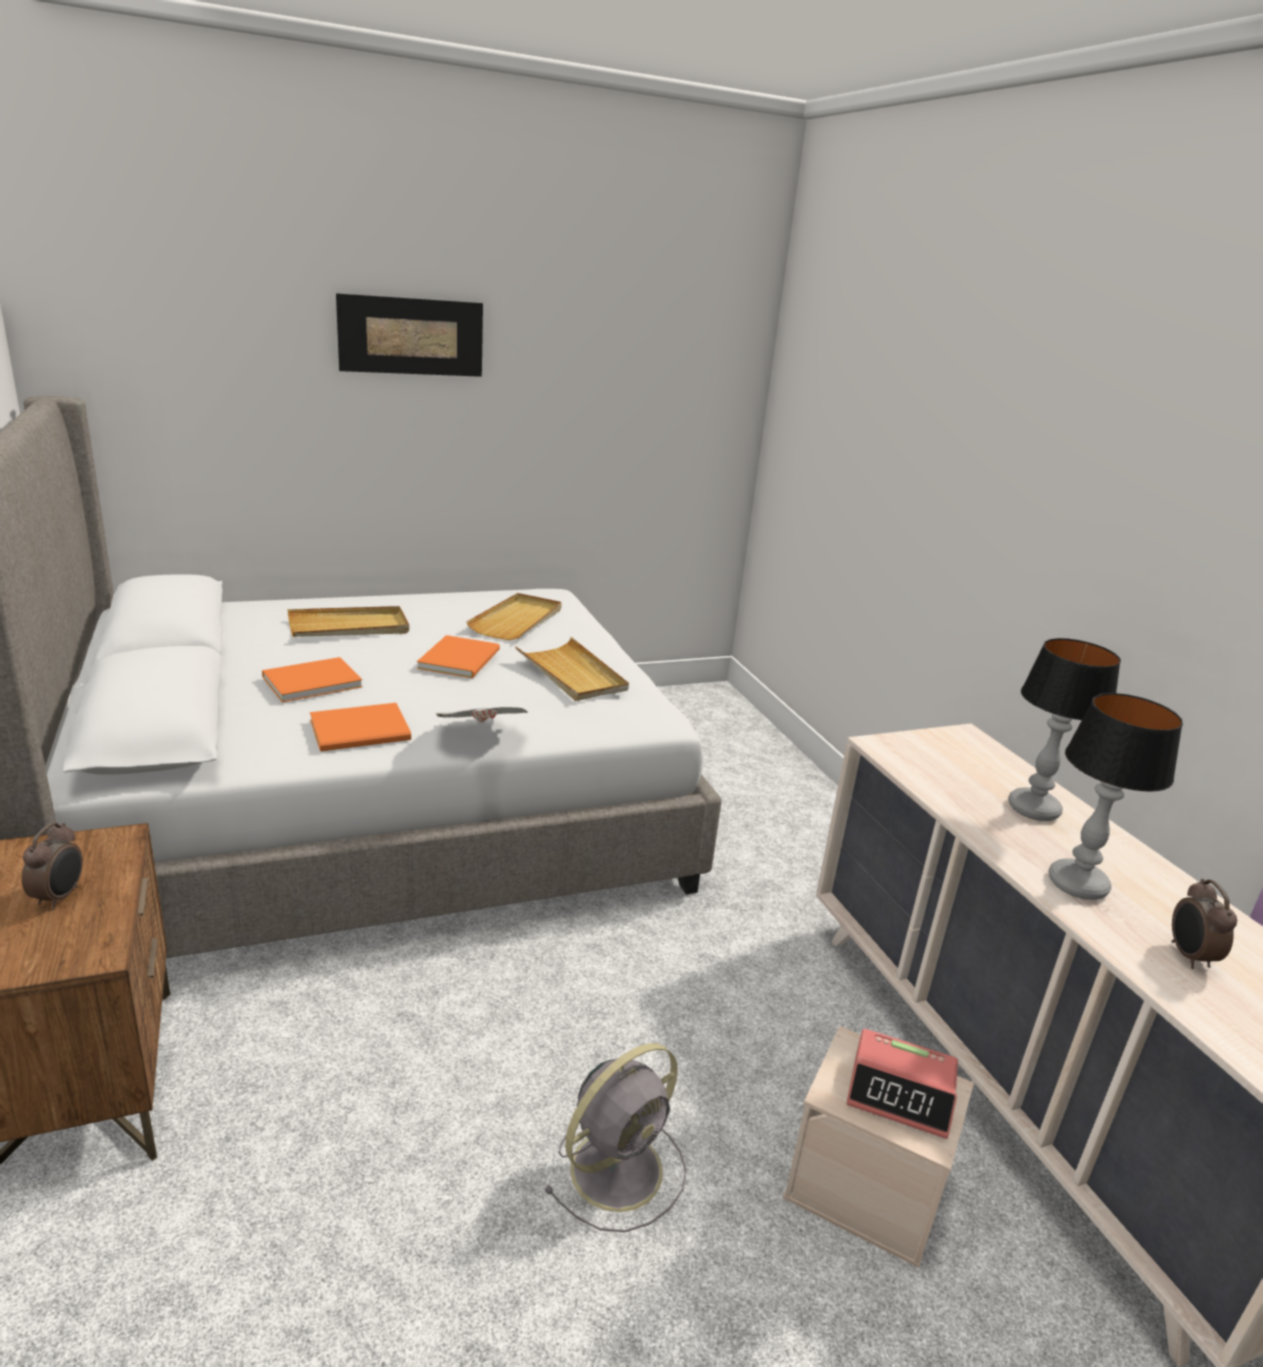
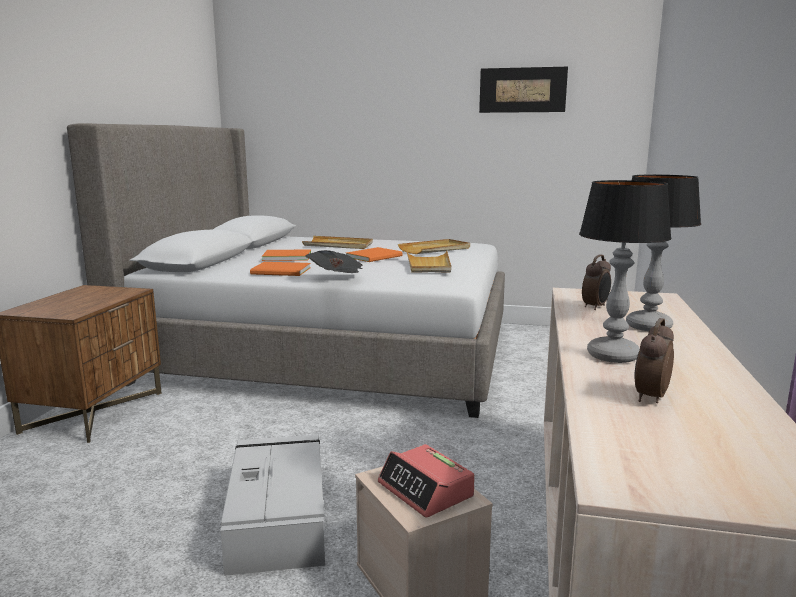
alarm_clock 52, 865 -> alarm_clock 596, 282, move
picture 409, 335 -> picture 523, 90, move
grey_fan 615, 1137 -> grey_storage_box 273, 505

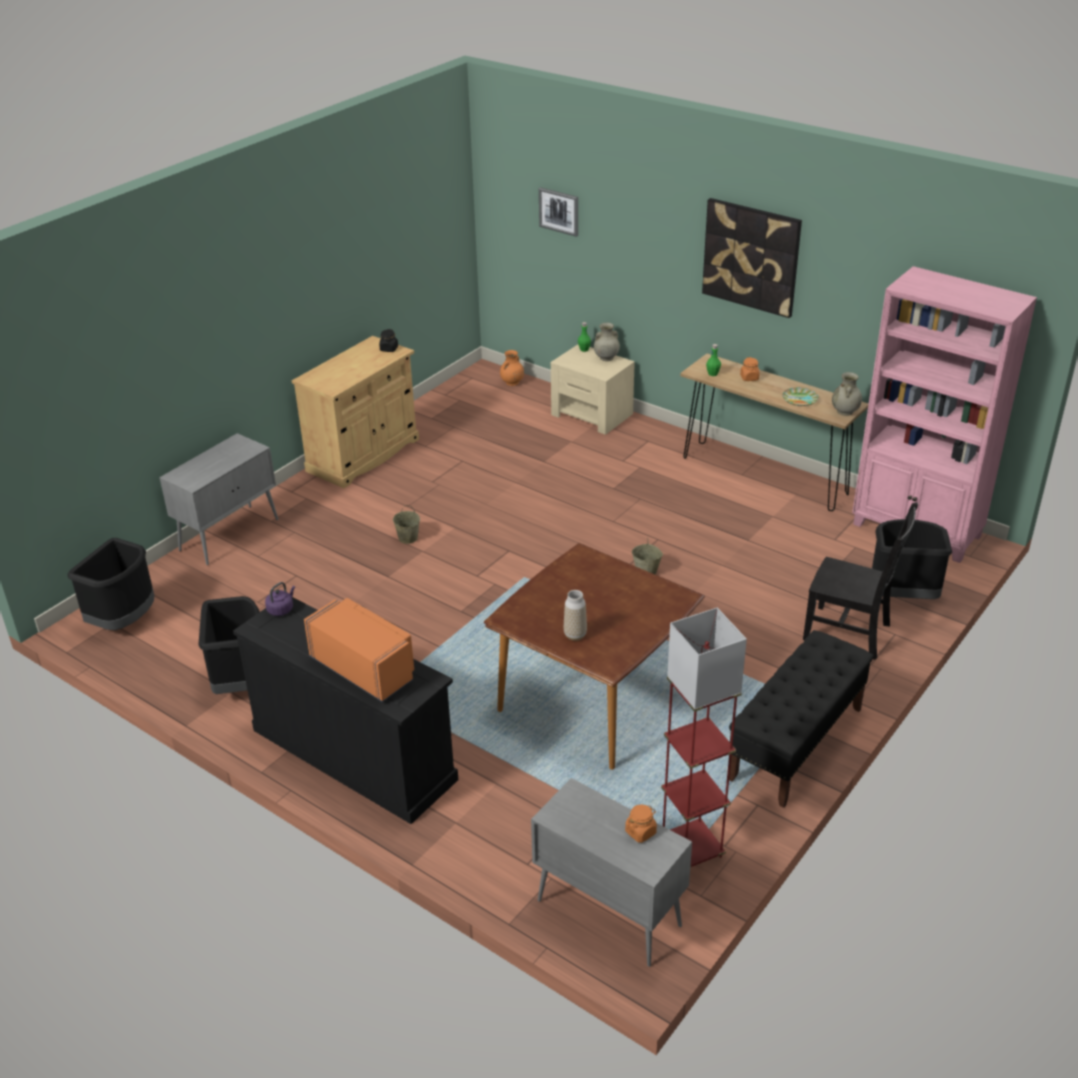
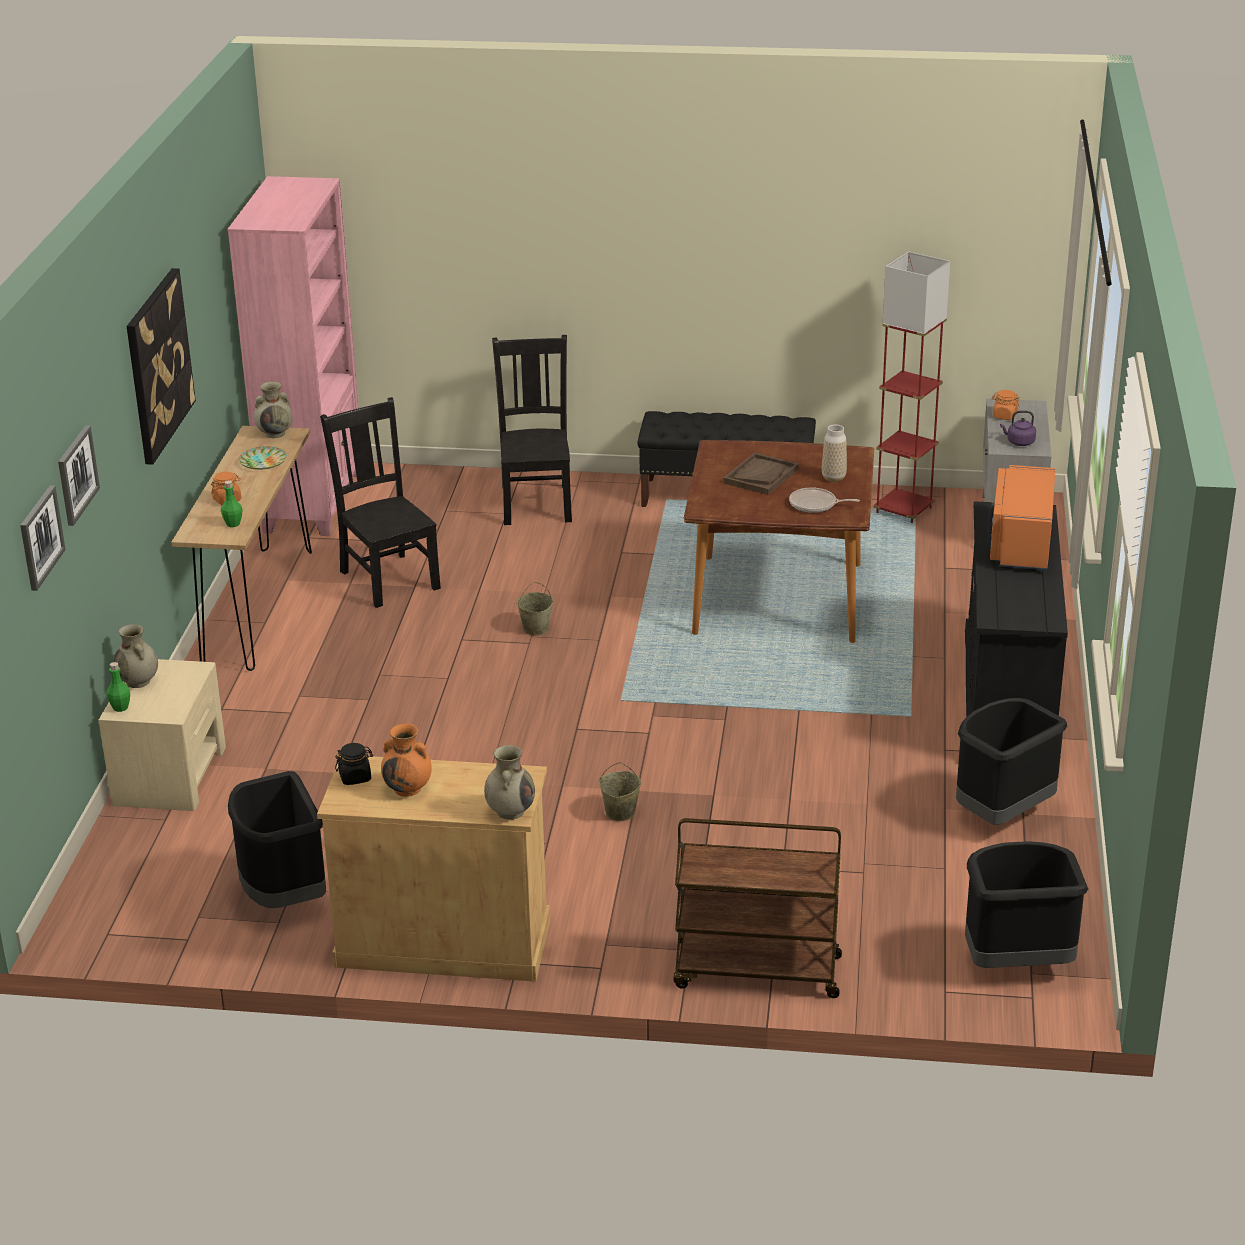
grey_cabinet 219, 499 -> brown_cart 757, 908
purple_kettle 280, 599 -> purple_kettle 1018, 428, move
orange_vase 512, 368 -> orange_vase 406, 760, move
black_trash_can 912, 559 -> black_trash_can 277, 839, move
none -> picture 79, 475
none -> black_chair 380, 502
none -> beige_vase 509, 782
none -> brown_tray 761, 474
none -> frying_pan 824, 500

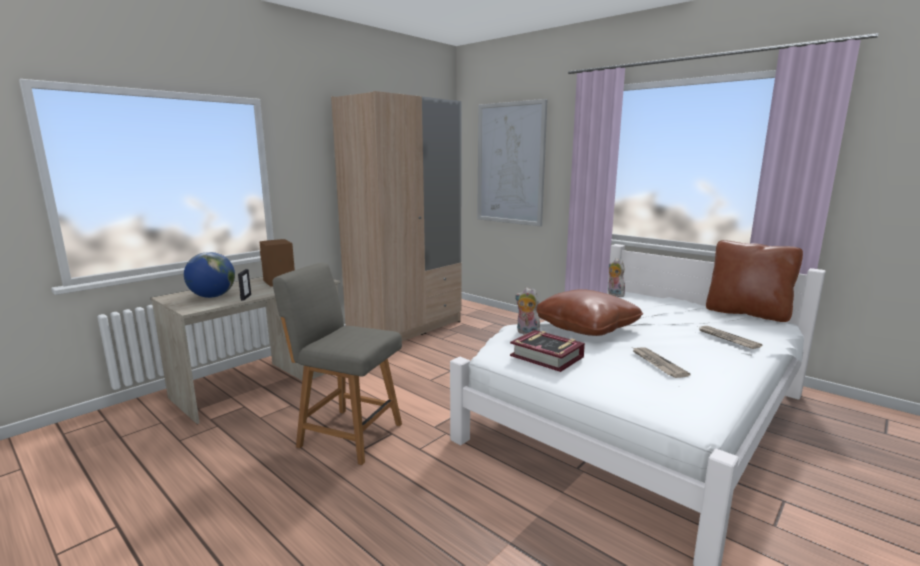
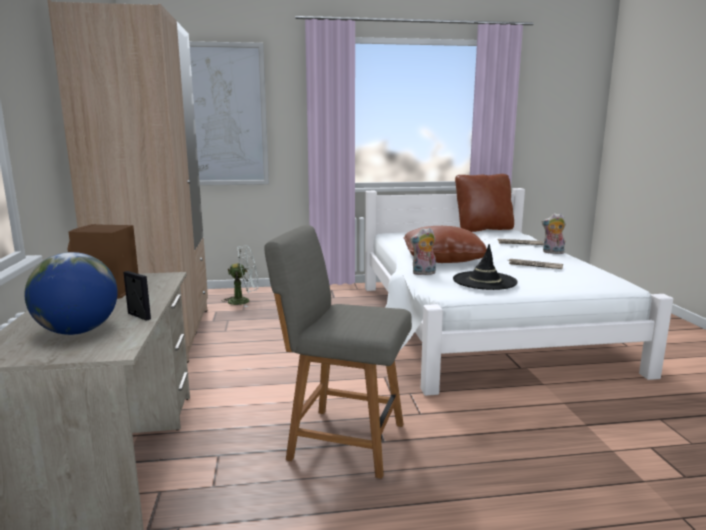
grey_chair 337, 364 -> grey_chair 338, 352, 45 degrees clockwise
book 547, 351 -> black_hat 485, 267
plush_toy 616, 277 -> plush_toy 554, 233, move
none -> white_fan 240, 276

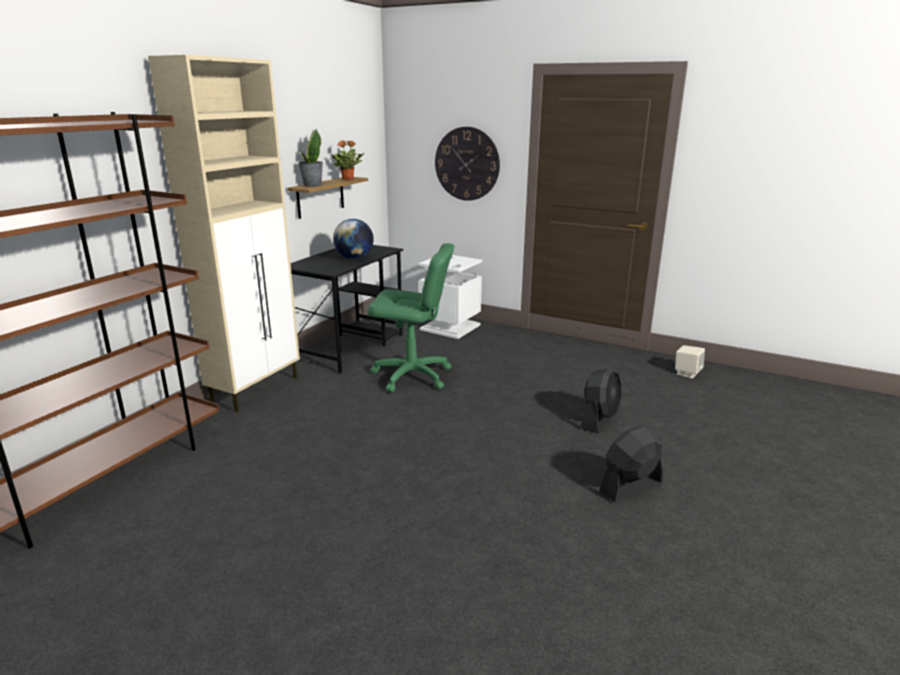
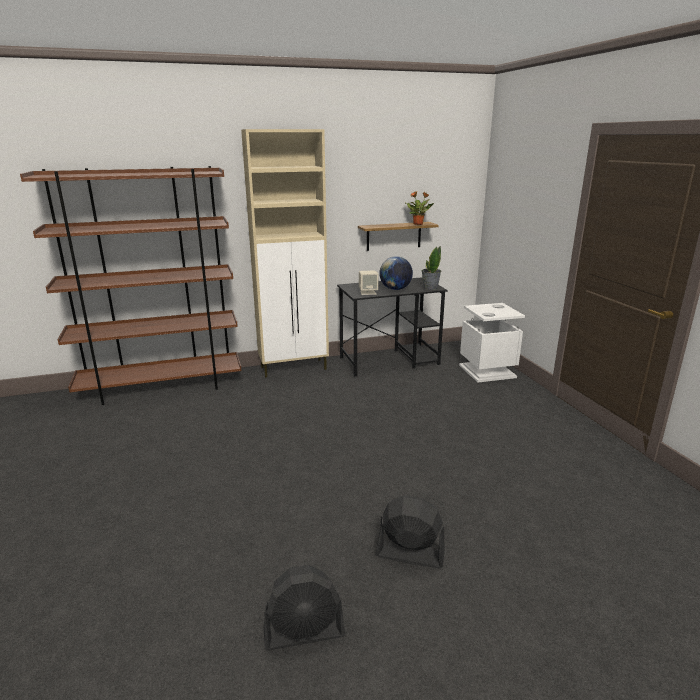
potted_plant 310, 158 -> potted_plant 431, 267, move
green_office_chair 410, 317 -> none
wall_clock 467, 164 -> none
black_fan 600, 400 -> black_fan 304, 608, move
beige_speaker 690, 362 -> beige_speaker 368, 282, move

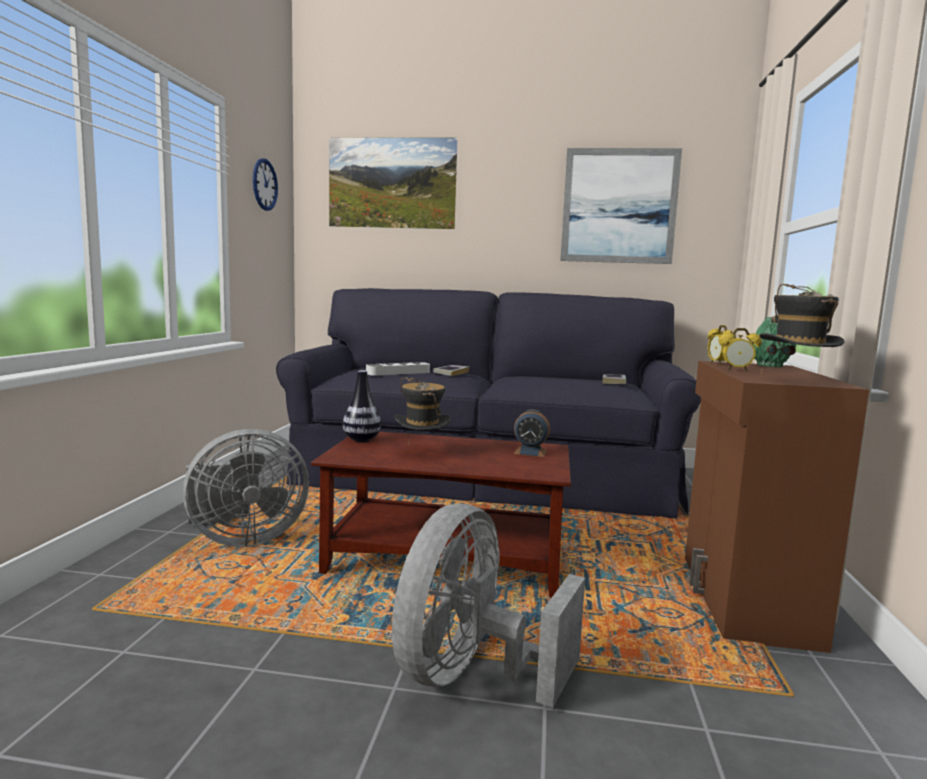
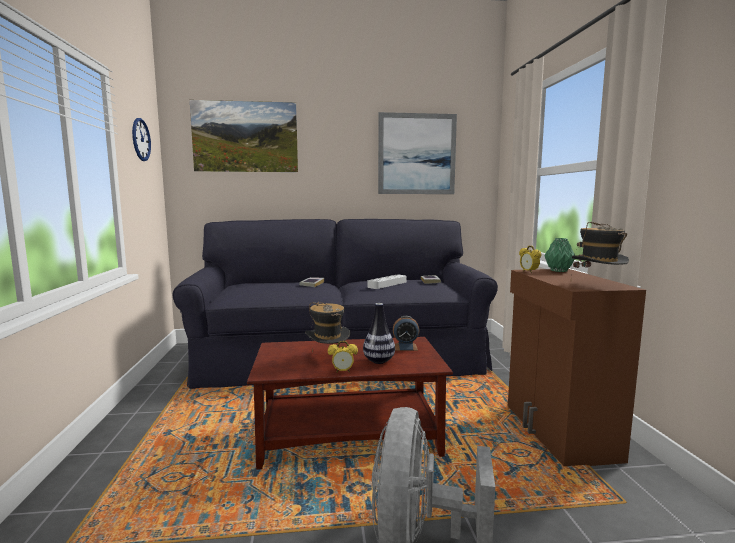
grey_fan 246, 488 -> none
vase 362, 406 -> vase 379, 333, move
grey_tray 398, 369 -> grey_tray 386, 282, move
alarm_clock 740, 349 -> alarm_clock 343, 357, move

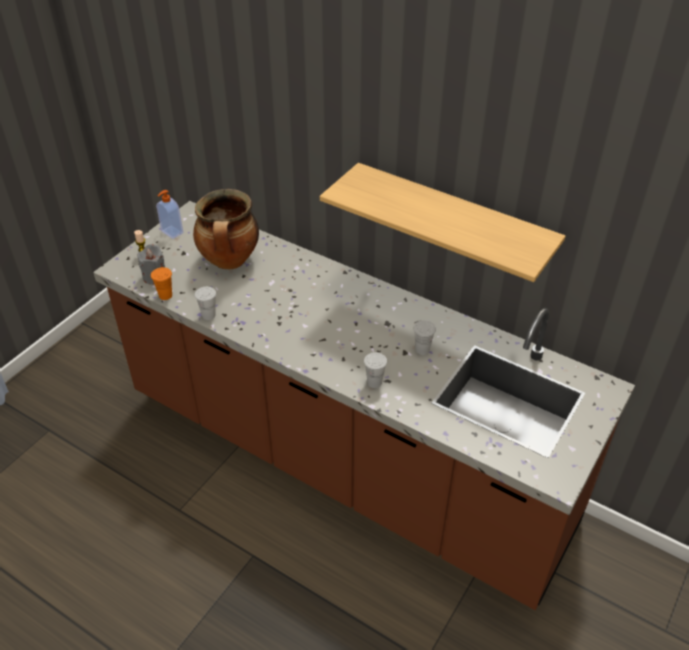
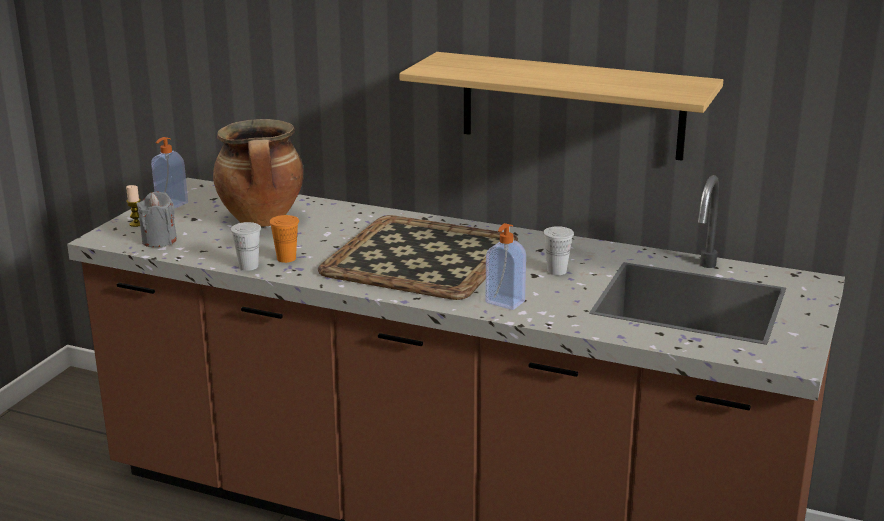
orange_cup 161, 283 -> orange_cup 284, 239, move
white_cup 375, 370 -> soap_dispenser 505, 266
none -> tray 418, 257

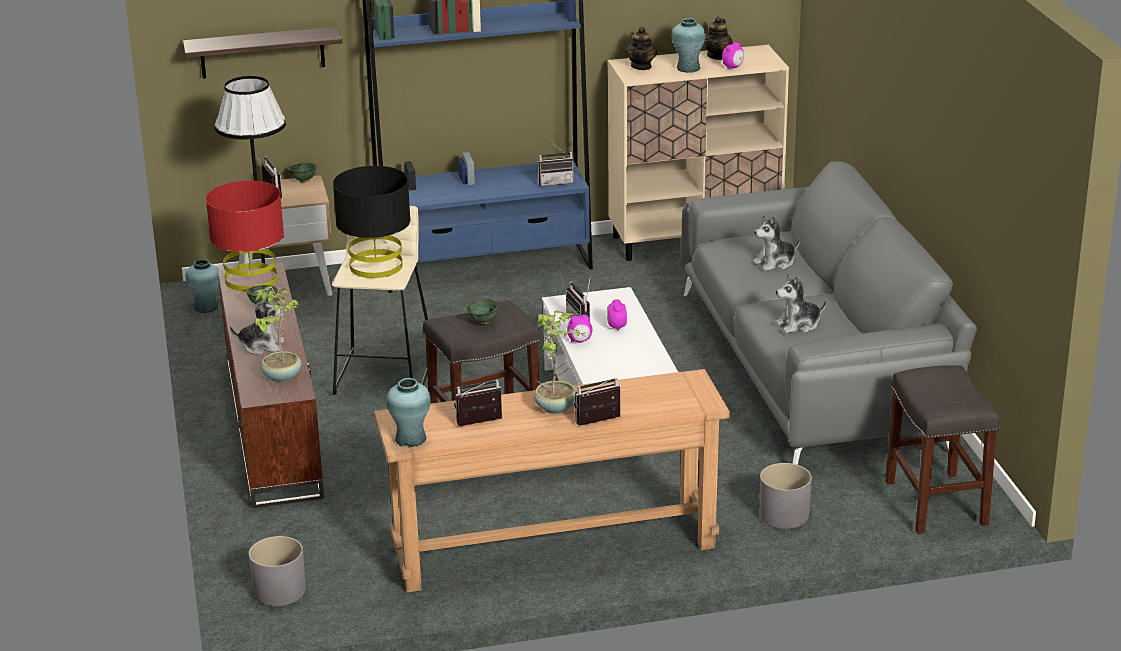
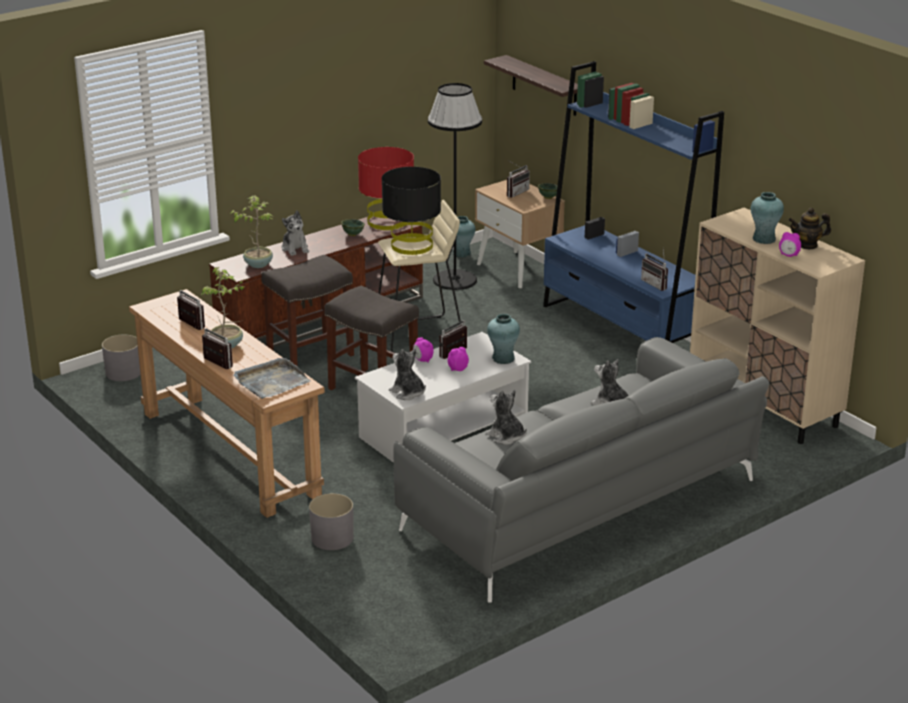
turquoise_vase 408, 412 -> turquoise_vase 503, 339, move
green_bowl 483, 311 -> none
teapot 641, 48 -> none
grey_stool 943, 449 -> grey_stool 307, 311, move
none -> grey_tray 272, 378
none -> plush_toy 407, 374

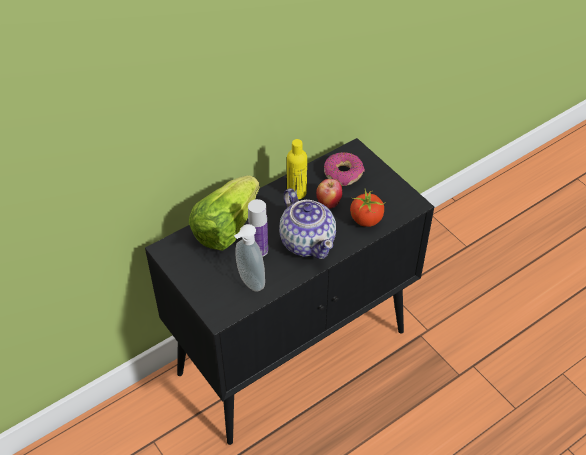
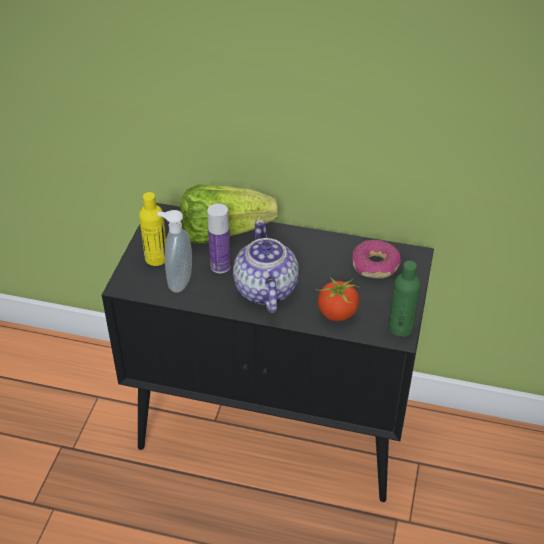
teapot 307, 223 -> teapot 266, 266, 150 degrees clockwise
yellow_bottle 297, 169 -> yellow_bottle 152, 229, move
apple 329, 193 -> none
none -> green_bottle 404, 299

